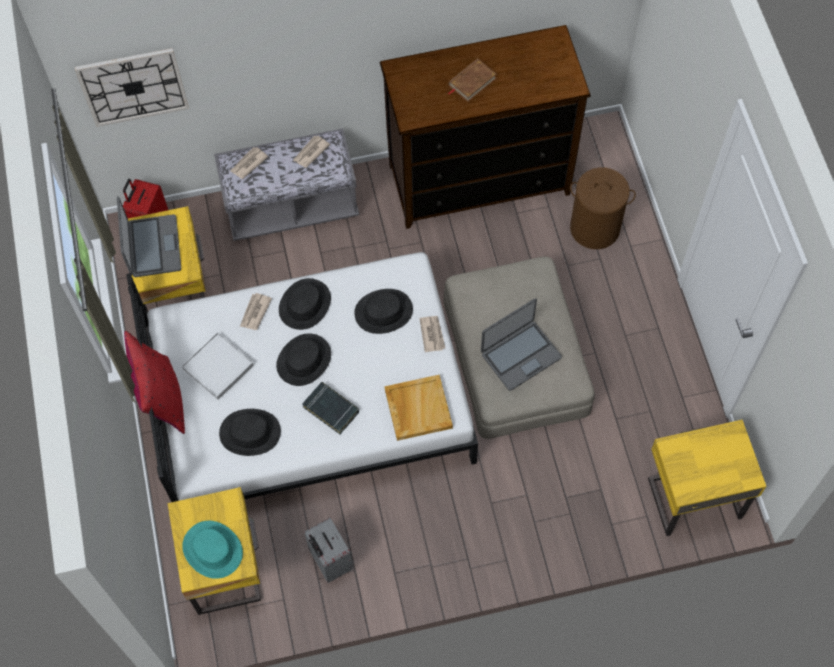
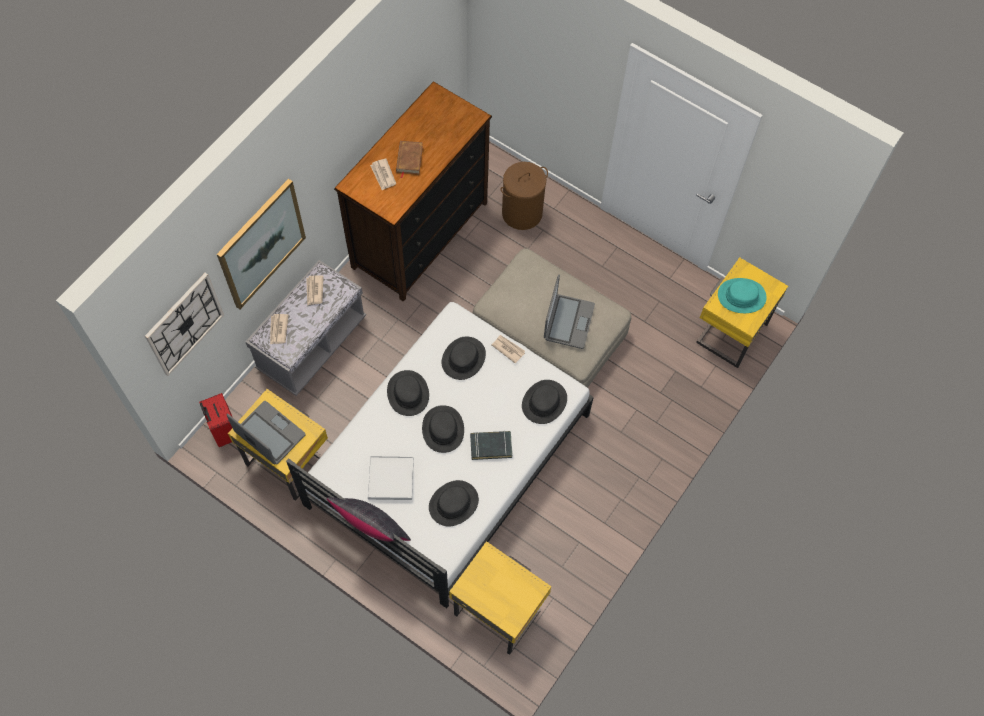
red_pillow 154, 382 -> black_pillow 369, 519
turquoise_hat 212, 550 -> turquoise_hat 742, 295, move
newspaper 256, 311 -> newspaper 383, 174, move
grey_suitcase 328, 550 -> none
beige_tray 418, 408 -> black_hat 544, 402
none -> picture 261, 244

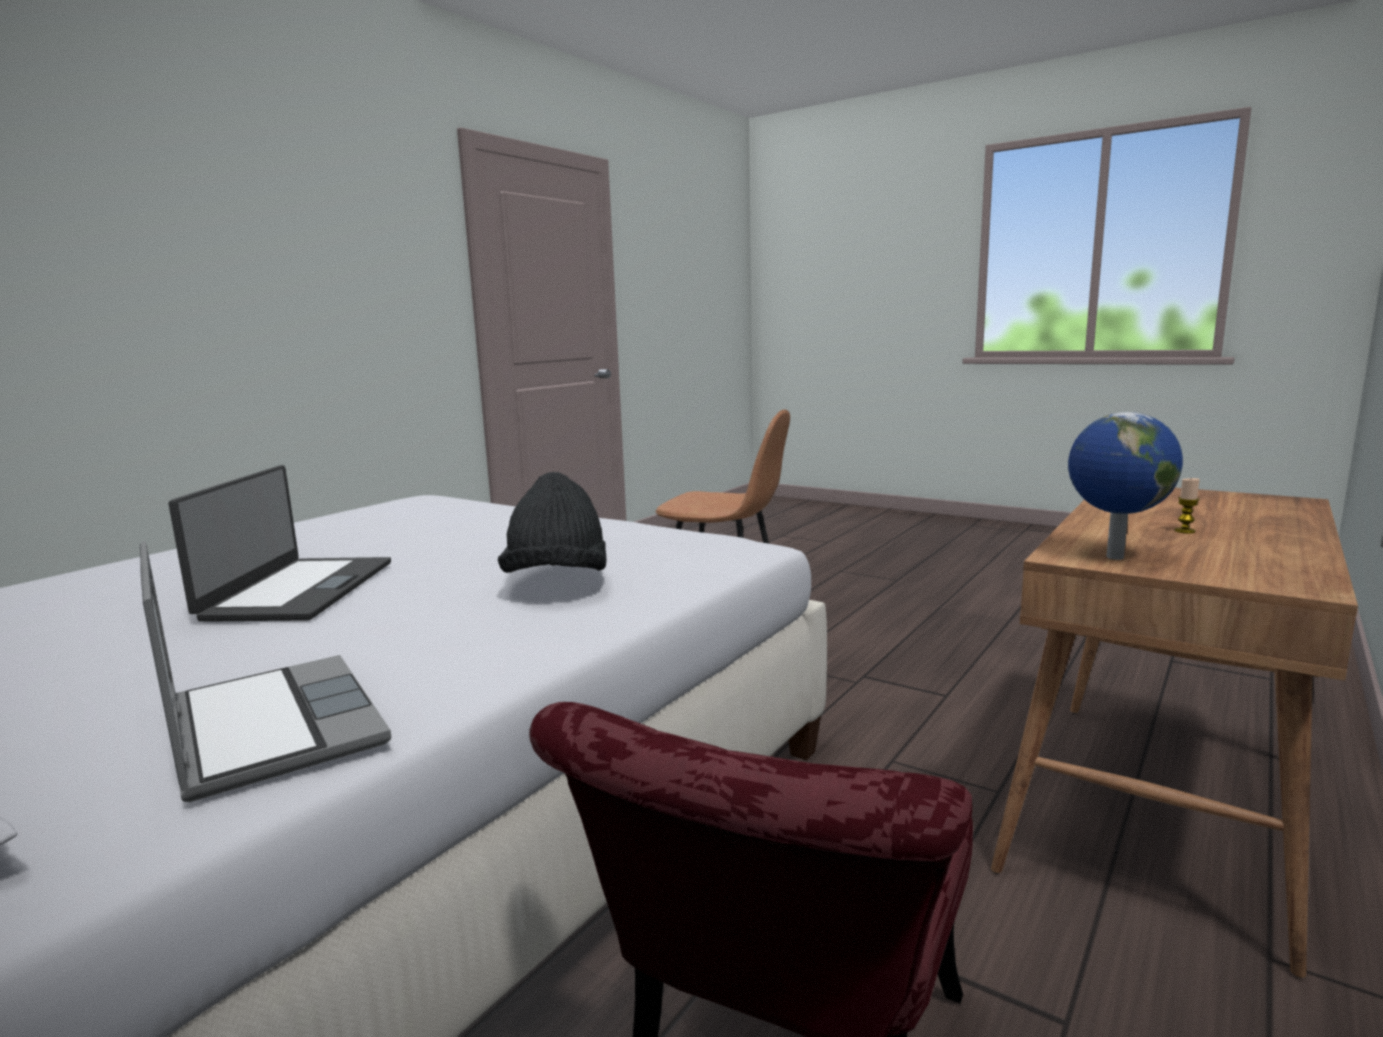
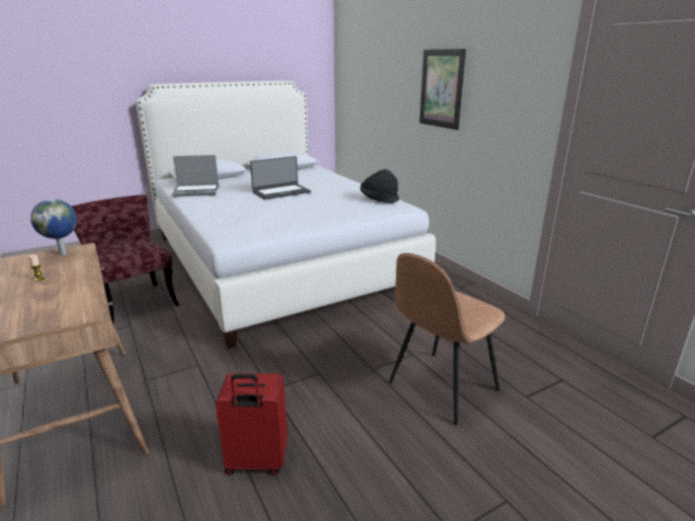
laptop 279, 543 -> laptop 280, 178, 60 degrees counterclockwise
black_hat 552, 522 -> black_hat 379, 186, move
none -> red_suitcase 251, 424
none -> picture 442, 89

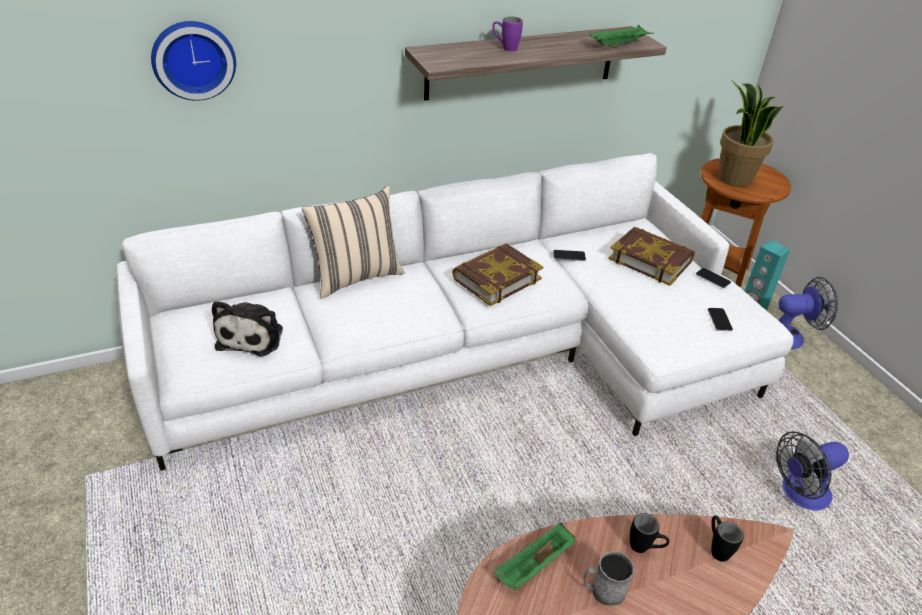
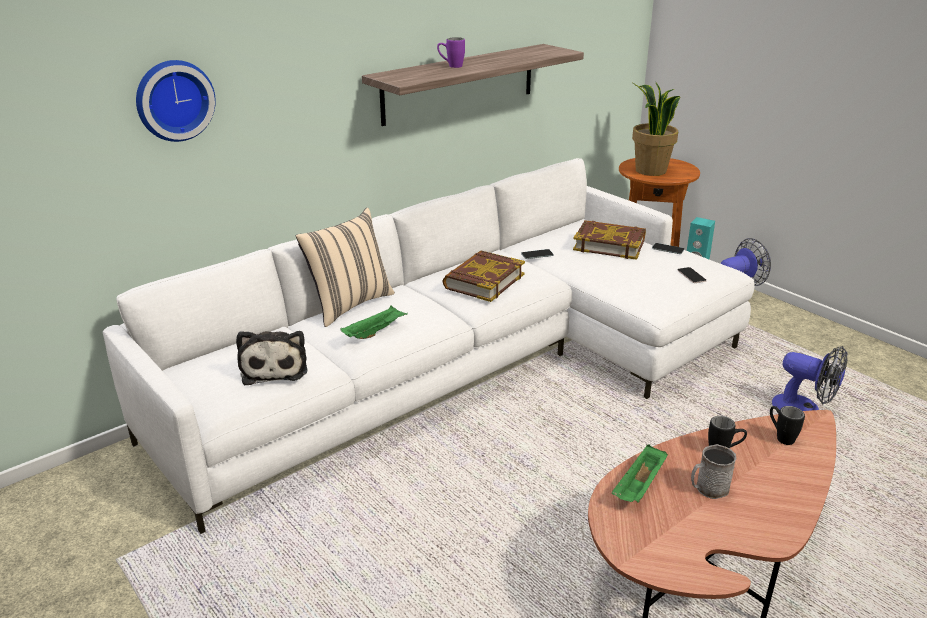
green_tray 621, 36 -> green_tray 374, 322, move
fan 812, 470 -> fan 809, 378, 105 degrees counterclockwise

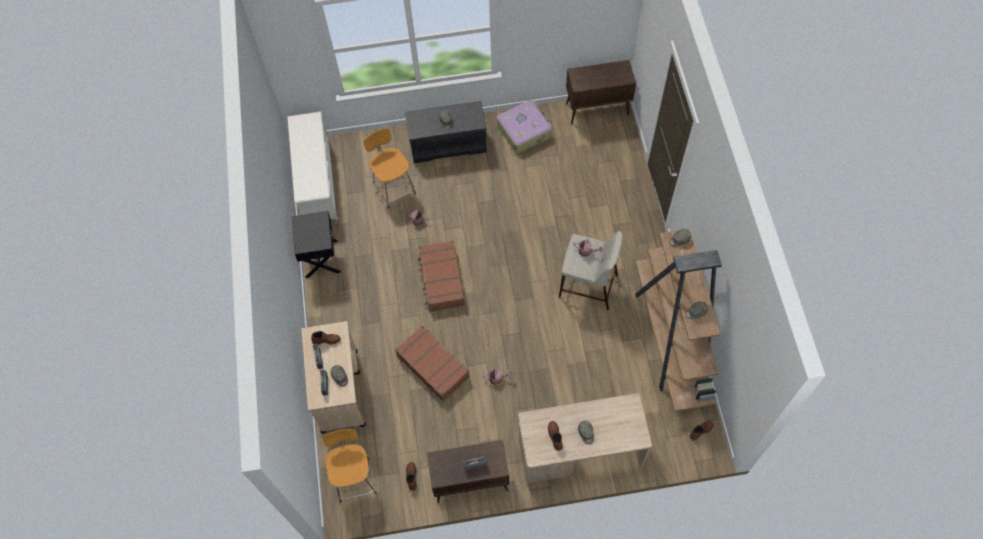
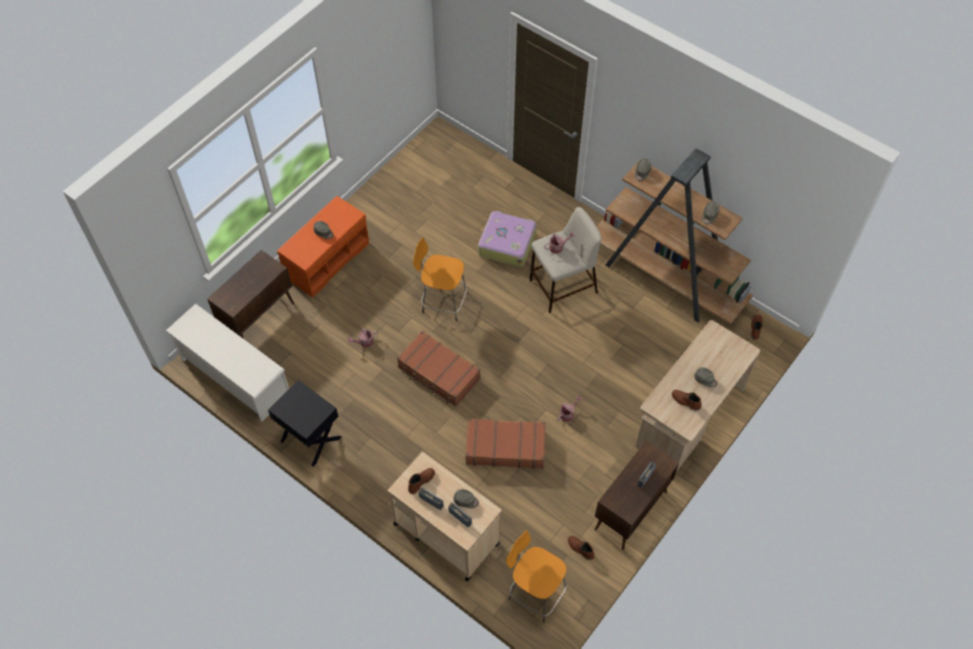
orange_stool 389, 169 -> orange_stool 440, 279, move
grey_bench 446, 132 -> orange_bench 323, 247
suitcase 524, 126 -> suitcase 507, 239, move
brown_cabinet 601, 92 -> brown_cabinet 250, 294, move

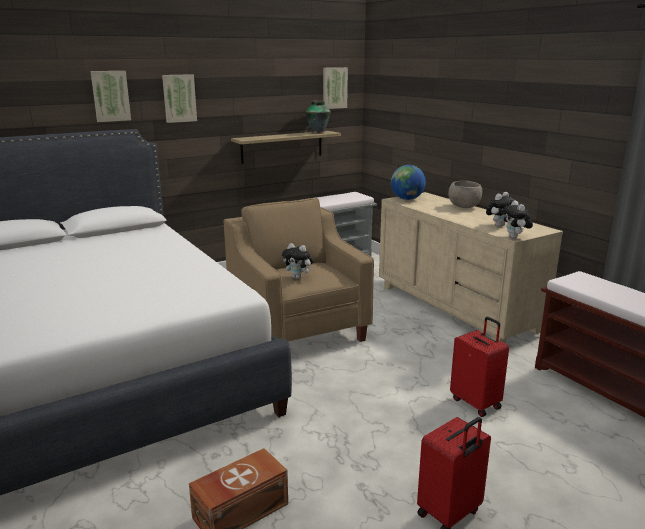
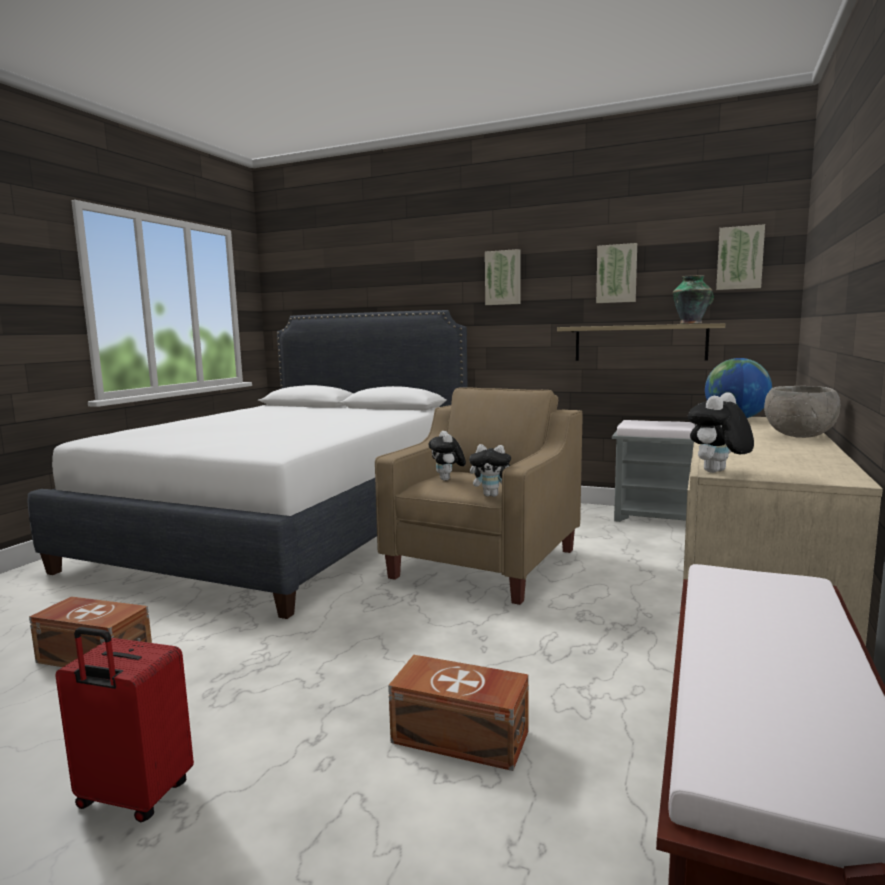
picture 110, 96 -> picture 616, 273, move
red_suitcase 479, 367 -> brown_storage_box 458, 713
plush_toy 500, 209 -> plush_toy 490, 470, move

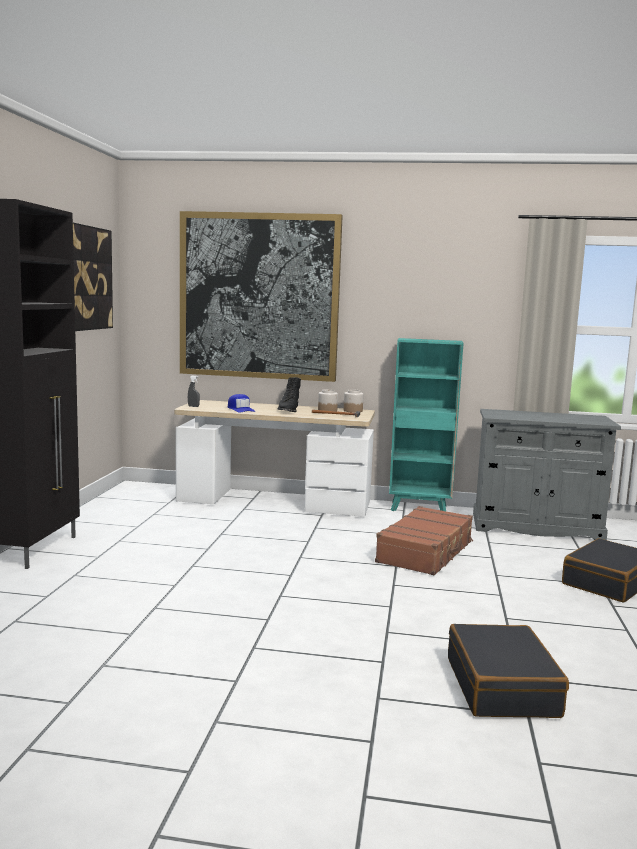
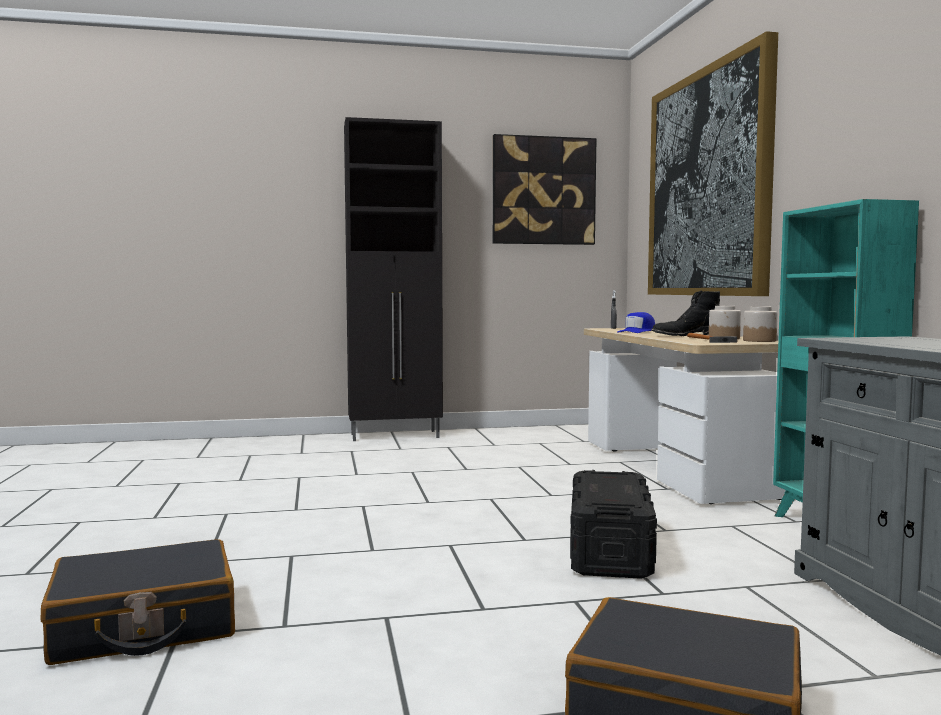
brown_suitcase 424, 540 -> black_storage_box 613, 524

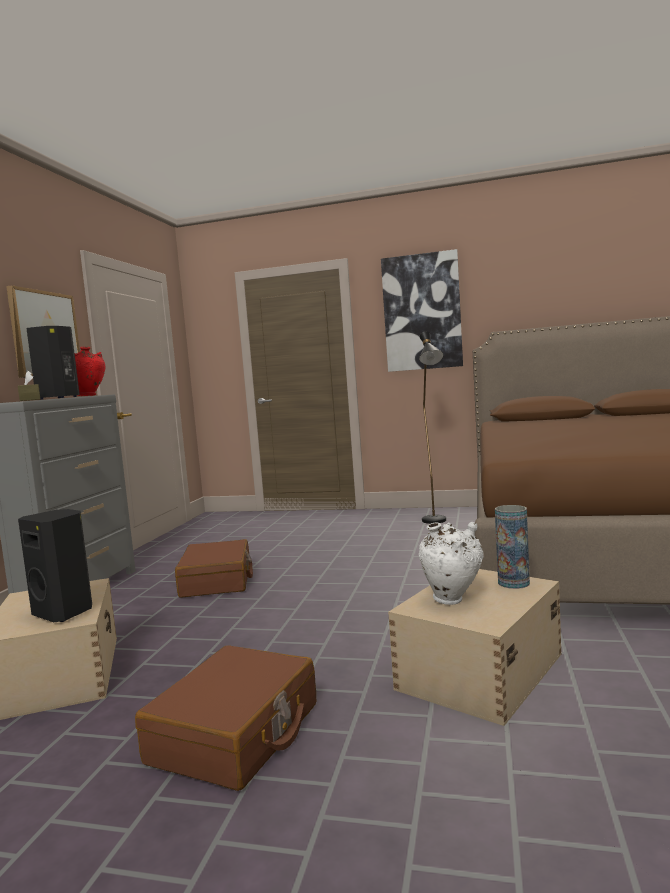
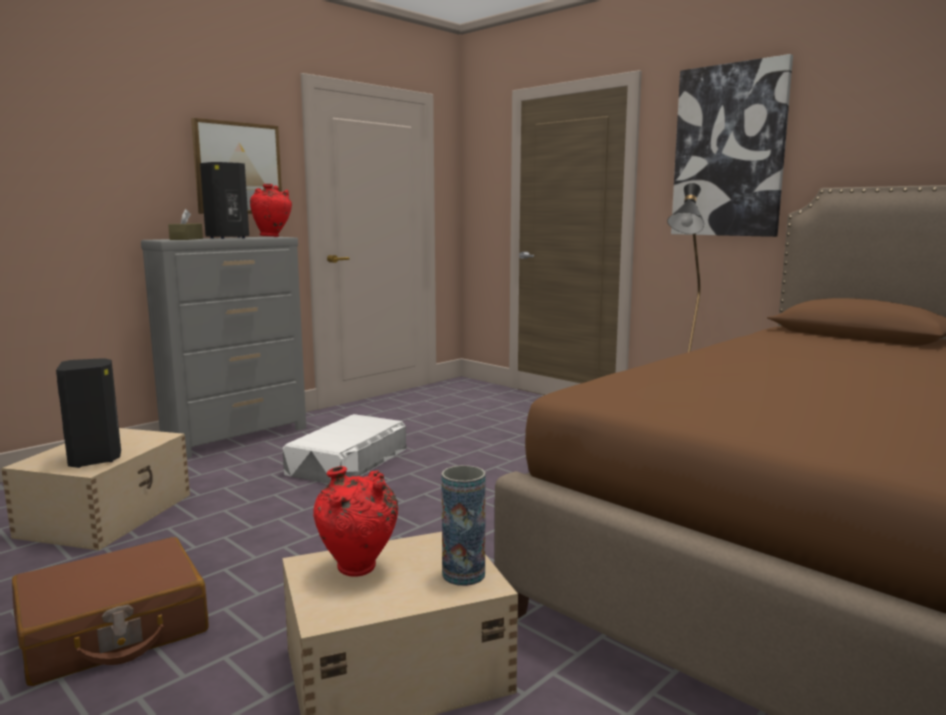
brown_suitcase 214, 568 -> white_storage_box 344, 449
white_vase 451, 563 -> red_vase 355, 521

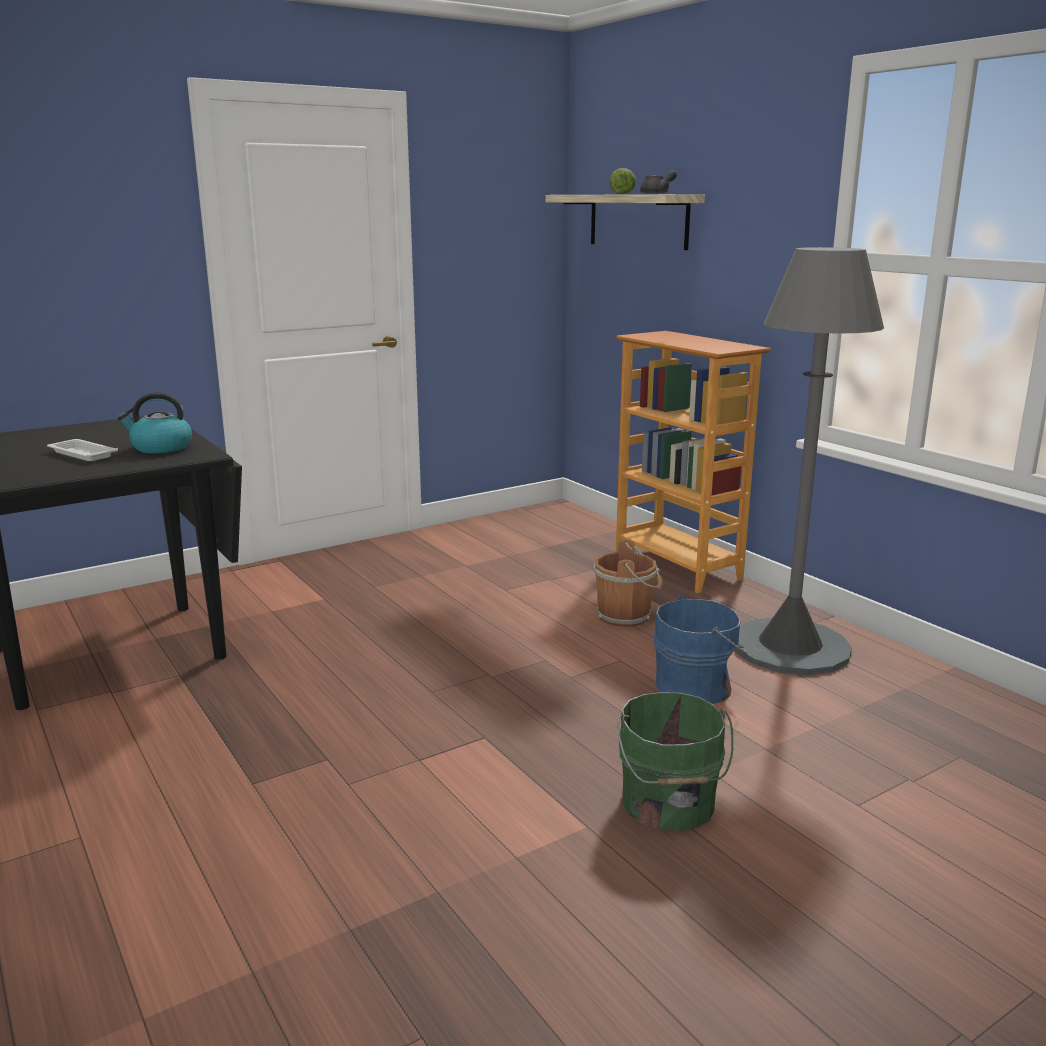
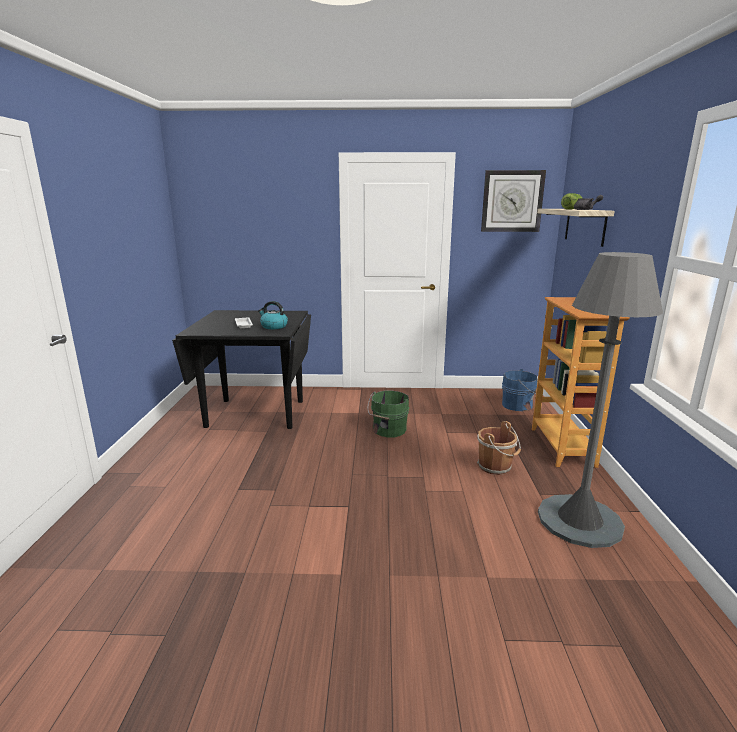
green_bucket 675, 761 -> green_bucket 388, 414, move
blue_bucket 700, 649 -> blue_bucket 520, 390, move
none -> wall_clock 513, 201

